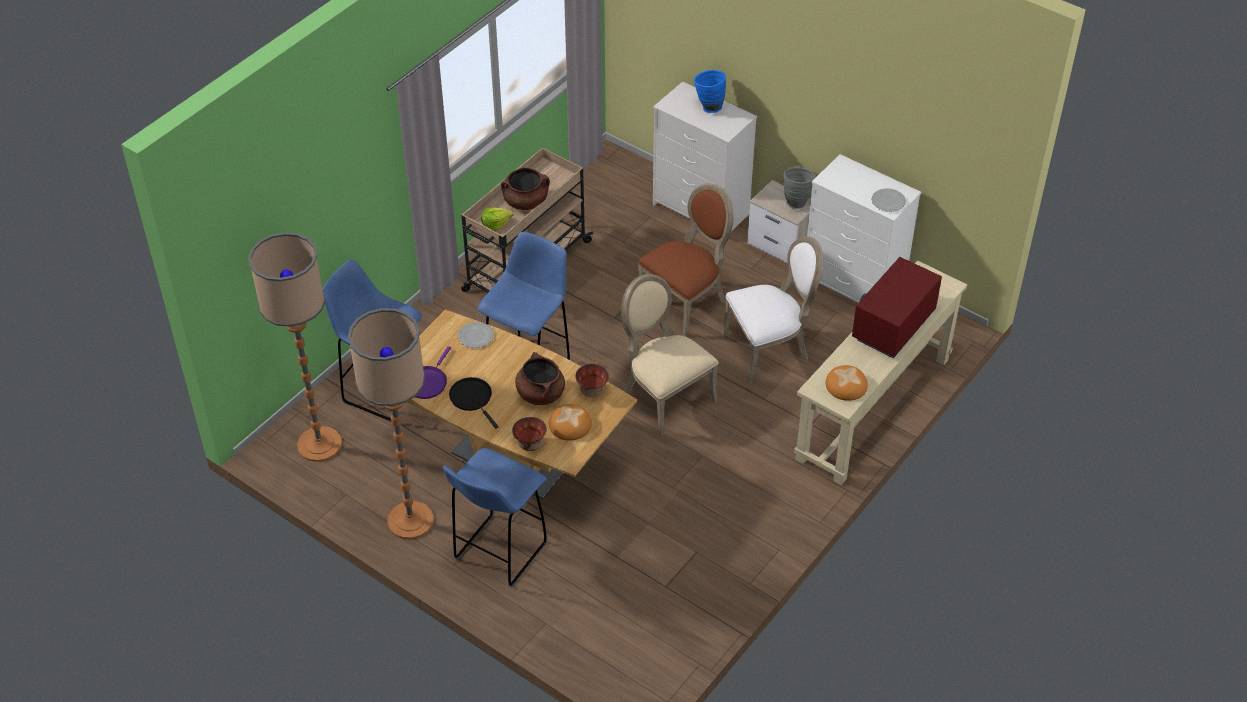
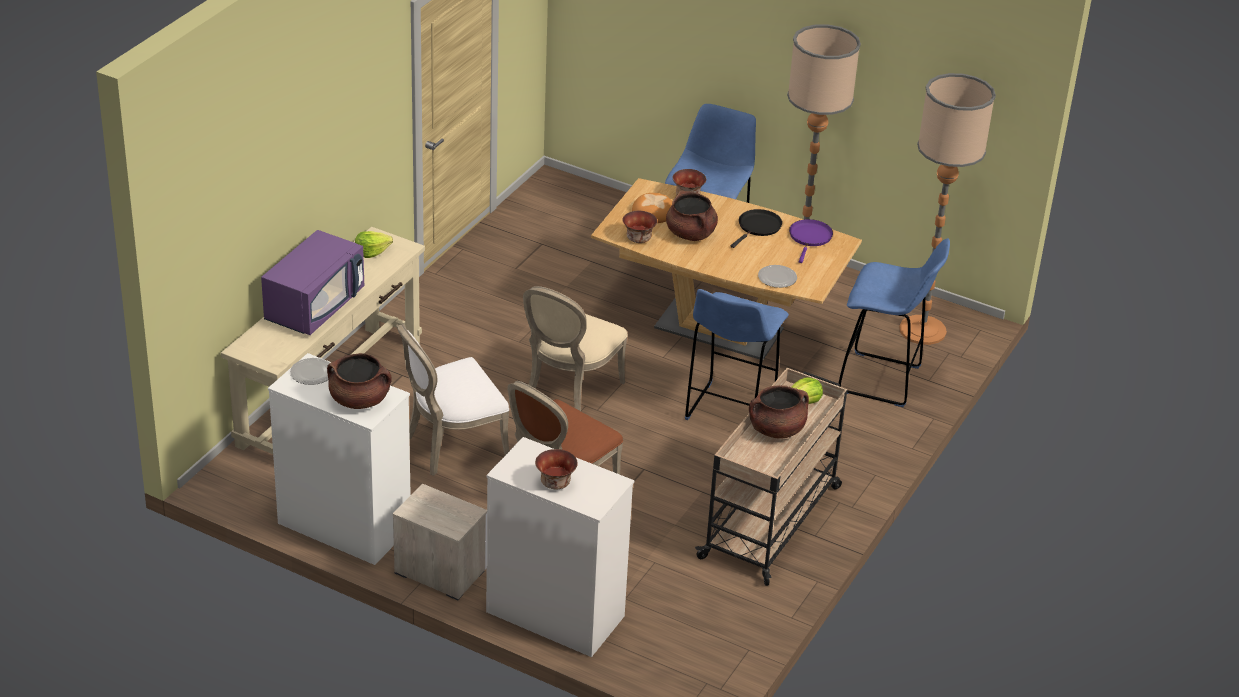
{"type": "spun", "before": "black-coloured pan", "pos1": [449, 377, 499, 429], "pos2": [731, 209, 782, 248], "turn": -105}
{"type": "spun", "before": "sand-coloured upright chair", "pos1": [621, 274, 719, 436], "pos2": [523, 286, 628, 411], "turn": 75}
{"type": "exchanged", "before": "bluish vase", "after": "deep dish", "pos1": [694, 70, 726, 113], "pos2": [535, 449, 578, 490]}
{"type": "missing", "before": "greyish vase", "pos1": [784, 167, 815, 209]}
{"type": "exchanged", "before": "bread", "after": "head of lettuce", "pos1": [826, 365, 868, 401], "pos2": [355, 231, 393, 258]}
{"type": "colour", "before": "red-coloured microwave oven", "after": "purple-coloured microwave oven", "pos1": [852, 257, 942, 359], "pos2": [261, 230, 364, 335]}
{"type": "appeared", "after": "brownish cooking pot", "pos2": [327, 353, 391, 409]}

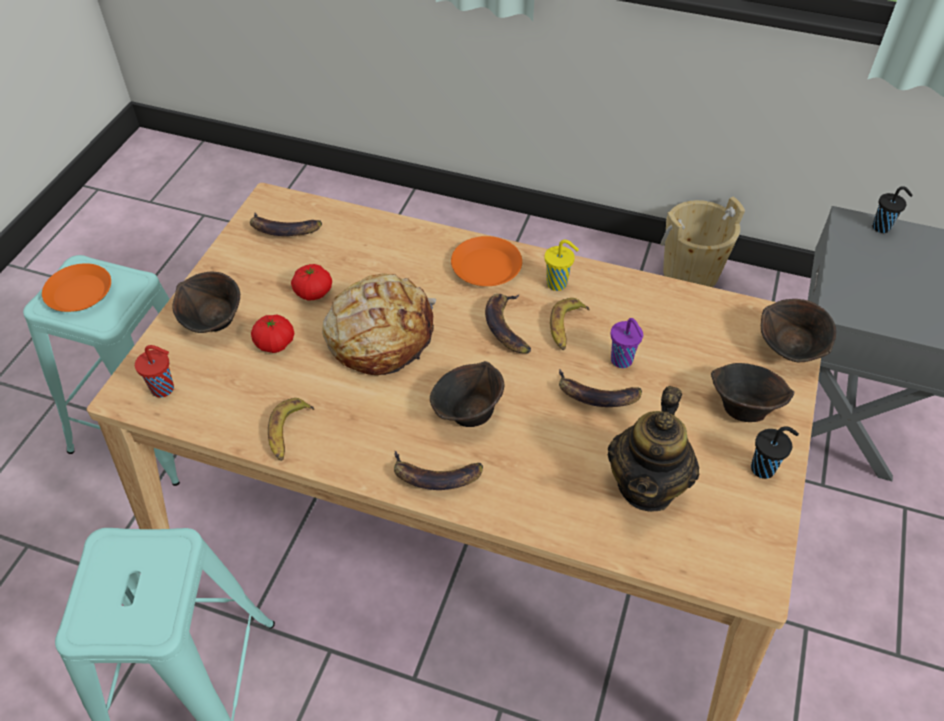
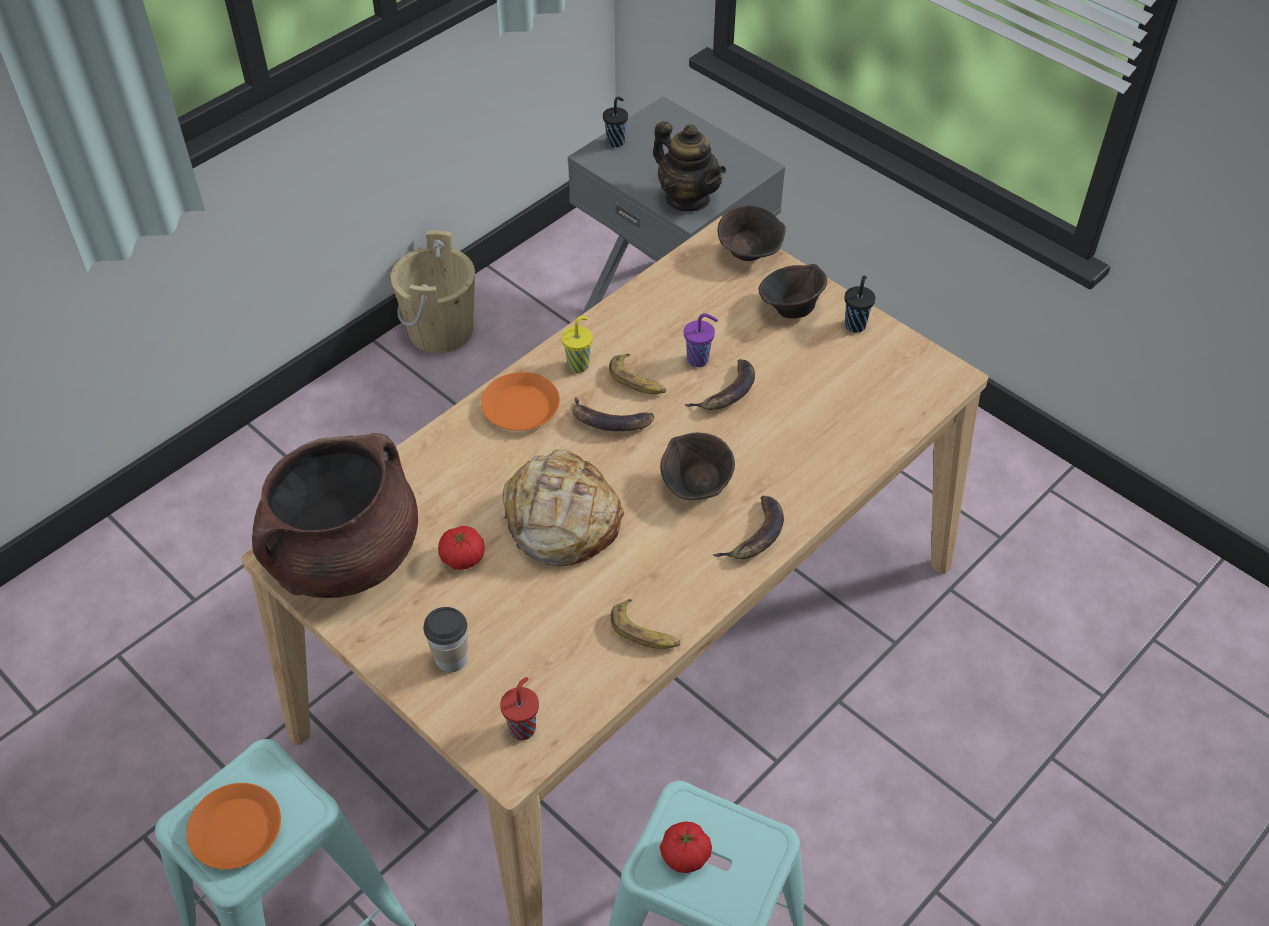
{"type": "exchanged", "before": "brownish deep dish", "after": "drinking cup", "pos1": [172, 272, 240, 333], "pos2": [424, 607, 468, 672]}
{"type": "exchanged", "before": "whole banana", "after": "brownish cooking pot", "pos1": [250, 212, 322, 236], "pos2": [252, 433, 418, 598]}
{"type": "relocated", "before": "fresh tomato", "pos1": [251, 315, 294, 353], "pos2": [660, 821, 712, 873]}
{"type": "relocated", "before": "tea pot", "pos1": [608, 386, 700, 512], "pos2": [653, 121, 726, 212]}

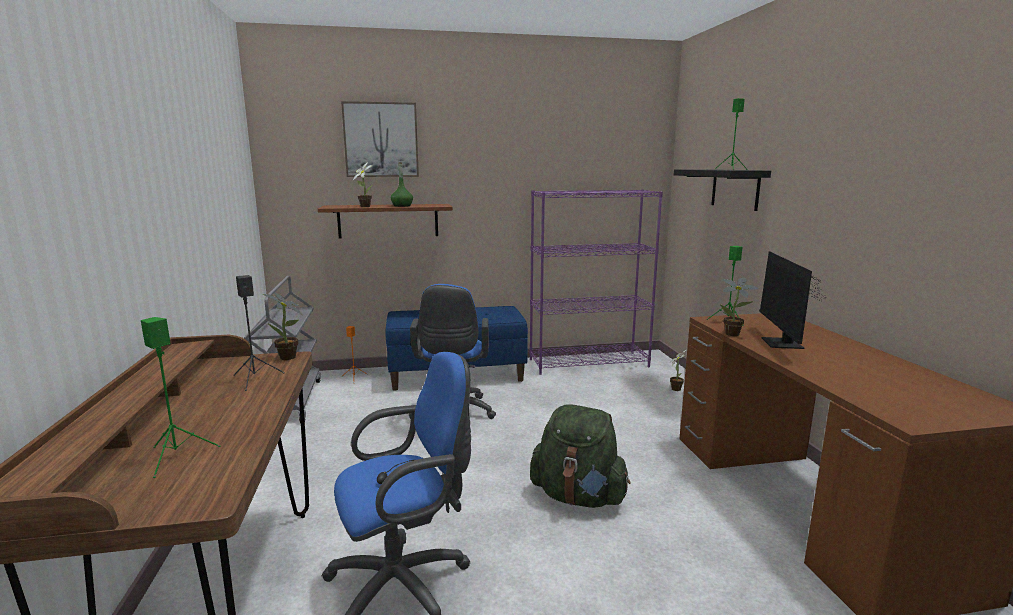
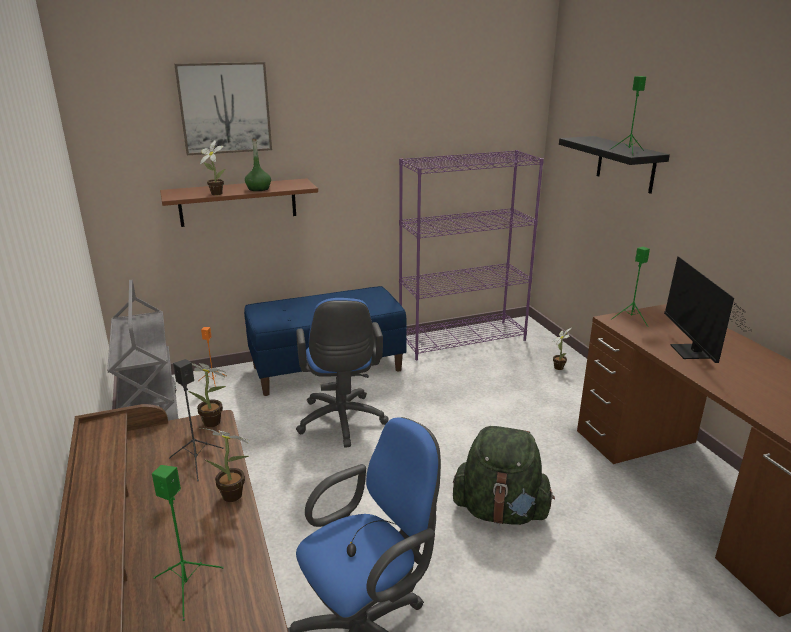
{"type": "relocated", "before": "potted plant", "pos1": [720, 277, 759, 336], "pos2": [201, 428, 249, 502]}

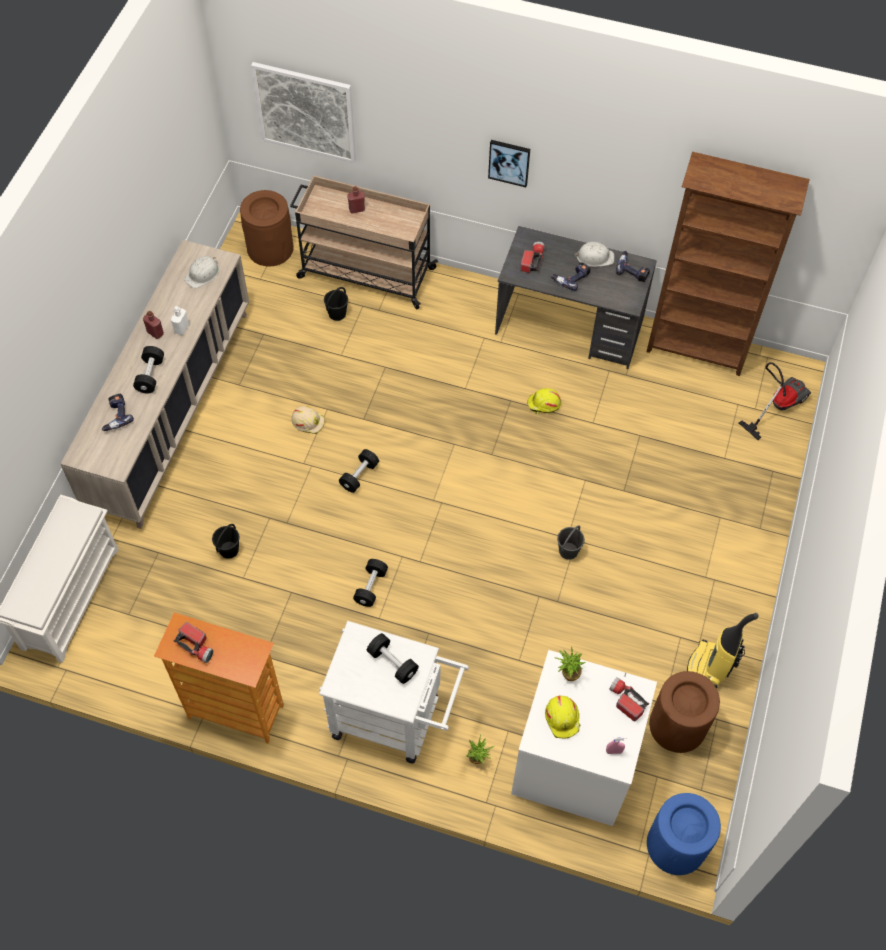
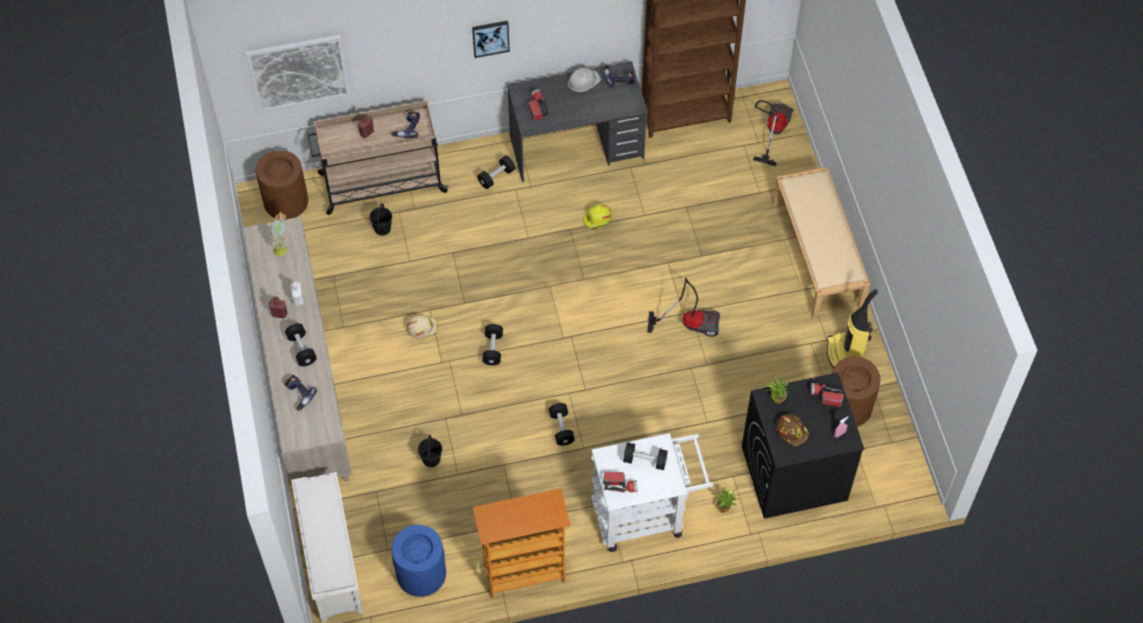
{"type": "relocated", "before": "hand torch", "pos1": [173, 622, 213, 663], "pos2": [603, 471, 638, 492]}
{"type": "exchanged", "before": "white-coloured hard hat", "after": "potted plant", "pos1": [184, 256, 219, 288], "pos2": [269, 212, 287, 256]}
{"type": "colour", "before": "white-coloured laundry machine", "after": "black-coloured laundry machine", "pos1": [511, 650, 657, 826], "pos2": [742, 372, 865, 519]}
{"type": "colour", "before": "yellow hard hat", "after": "brownish hard hat", "pos1": [545, 696, 580, 738], "pos2": [776, 414, 809, 446]}
{"type": "relocated", "before": "electric drill", "pos1": [551, 262, 590, 291], "pos2": [391, 111, 420, 138]}
{"type": "exchanged", "before": "greyish water bucket", "after": "vacuum", "pos1": [557, 525, 585, 560], "pos2": [647, 277, 720, 337]}
{"type": "relocated", "before": "bluish rubbish bin", "pos1": [647, 793, 721, 875], "pos2": [391, 525, 446, 597]}
{"type": "appeared", "after": "black-coloured hand weight", "pos2": [477, 155, 515, 189]}
{"type": "appeared", "after": "sand-coloured indoor bench", "pos2": [772, 167, 870, 319]}

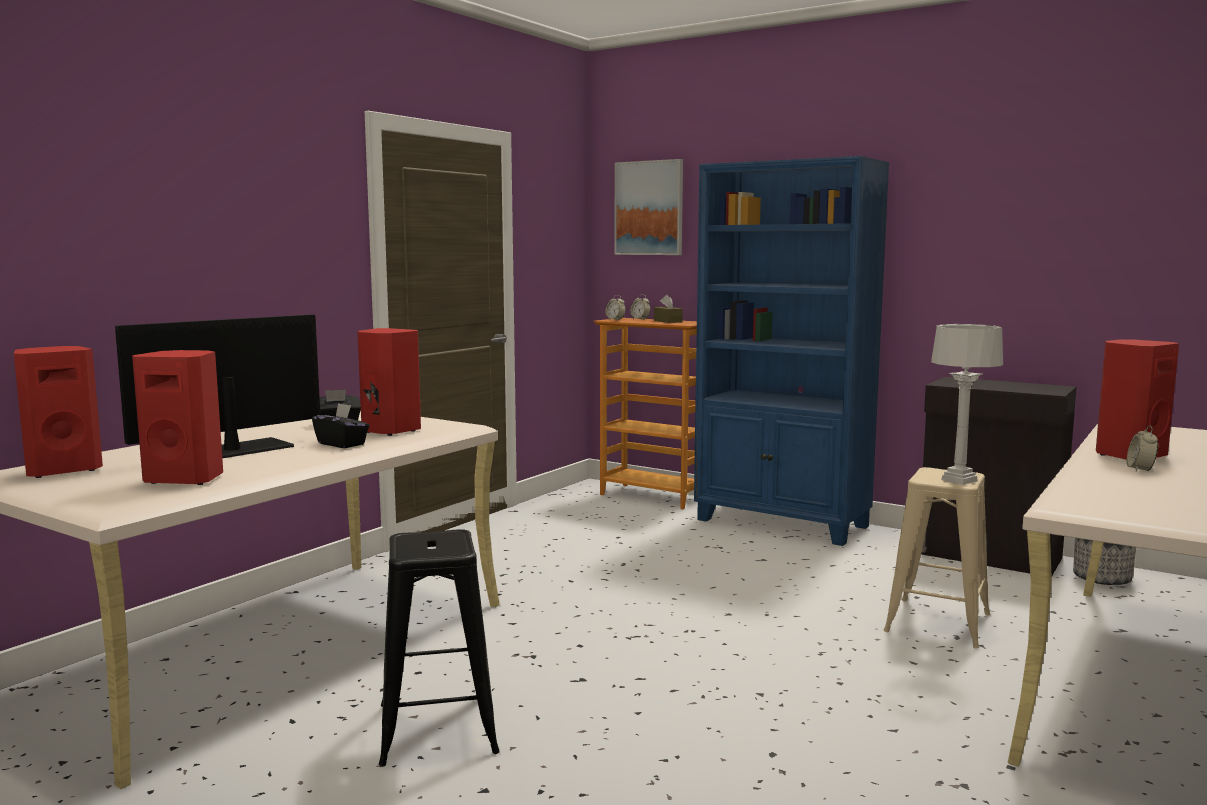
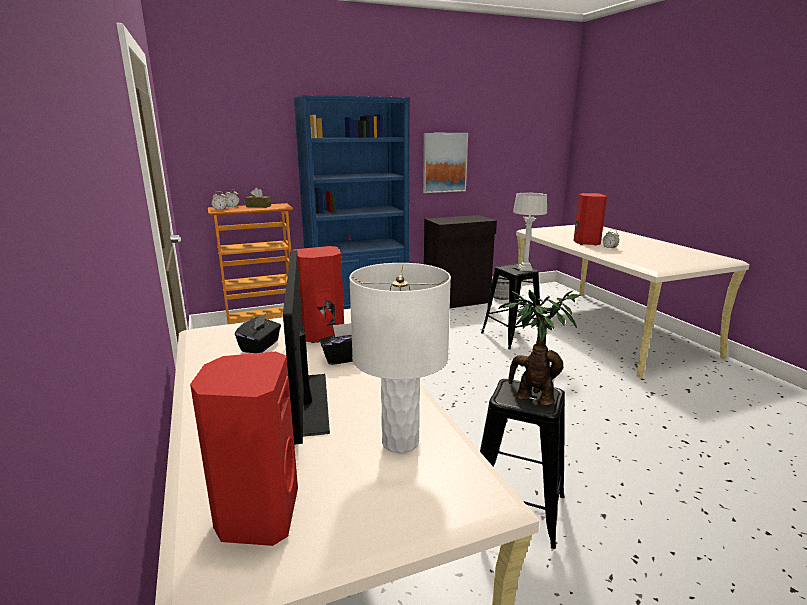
{"type": "exchanged", "before": "red-coloured loudspeaker", "after": "white-coloured tabletop lamp", "pos1": [132, 350, 223, 485], "pos2": [349, 263, 451, 453]}
{"type": "relocated", "before": "picture", "pos1": [614, 159, 683, 255], "pos2": [423, 133, 468, 193]}
{"type": "colour", "before": "sand-coloured sitting stool", "after": "black-coloured sitting stool", "pos1": [884, 467, 990, 649], "pos2": [481, 264, 540, 349]}
{"type": "appeared", "after": "potted plant", "pos2": [498, 290, 580, 406]}

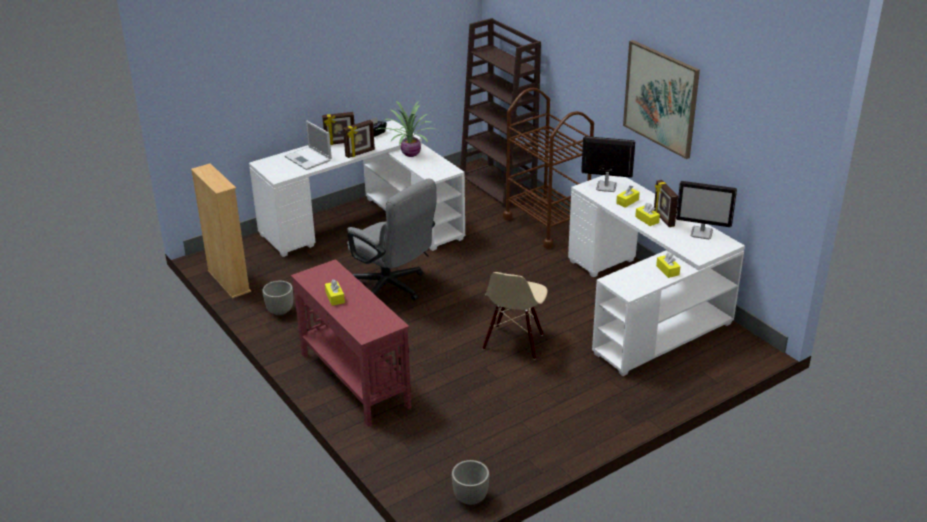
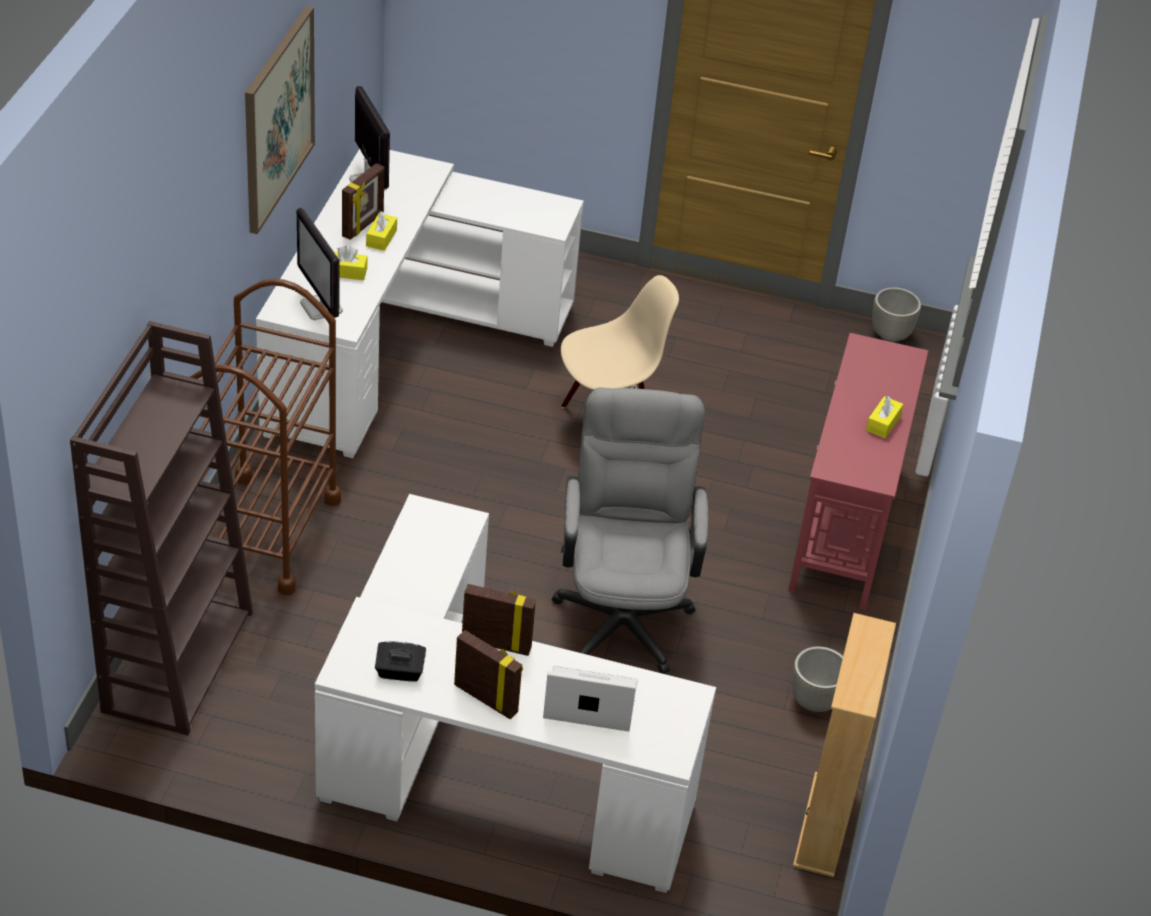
{"type": "spun", "before": "portable computer", "pos1": [285, 121, 332, 170], "pos2": [543, 666, 638, 732], "turn": -90}
{"type": "missing", "before": "potted plant", "pos1": [376, 101, 435, 157]}
{"type": "missing", "before": "yellow tissue box", "pos1": [656, 252, 680, 278]}

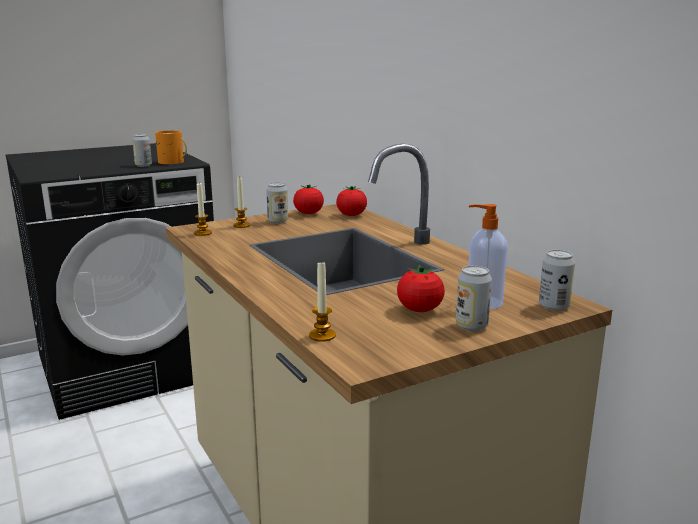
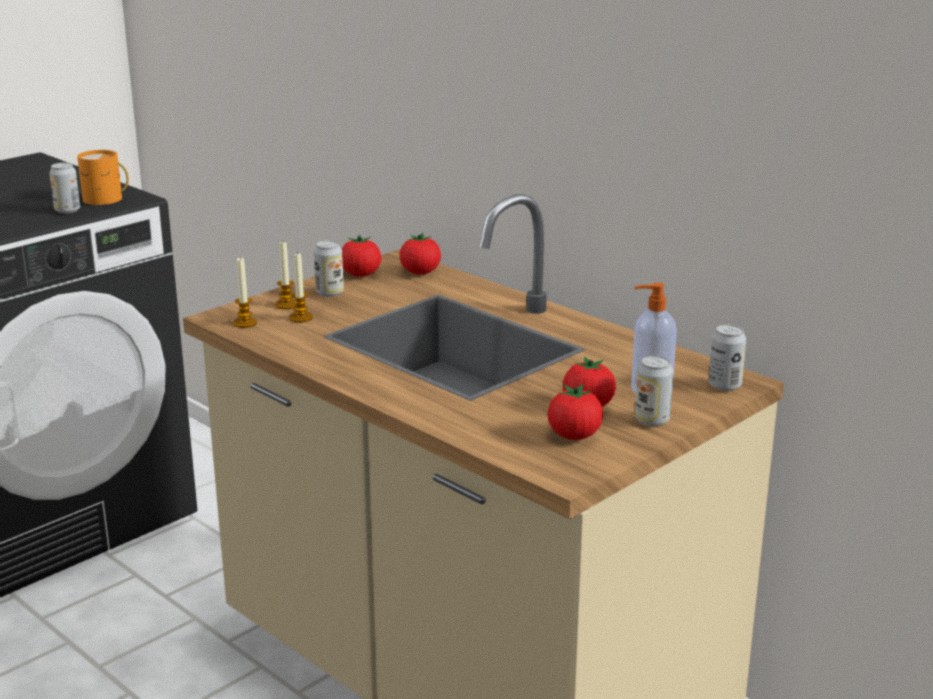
{"type": "relocated", "before": "candle", "pos1": [309, 260, 336, 342], "pos2": [289, 251, 313, 322]}
{"type": "appeared", "after": "fresh tomato", "pos2": [547, 384, 603, 440]}

